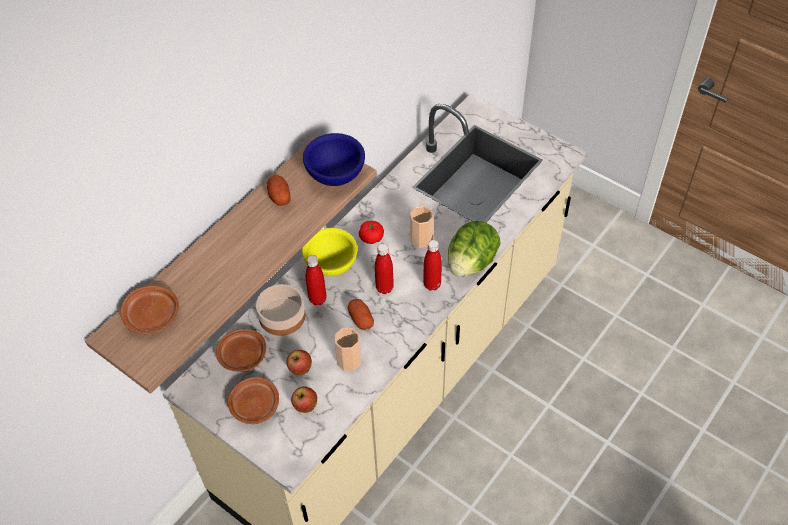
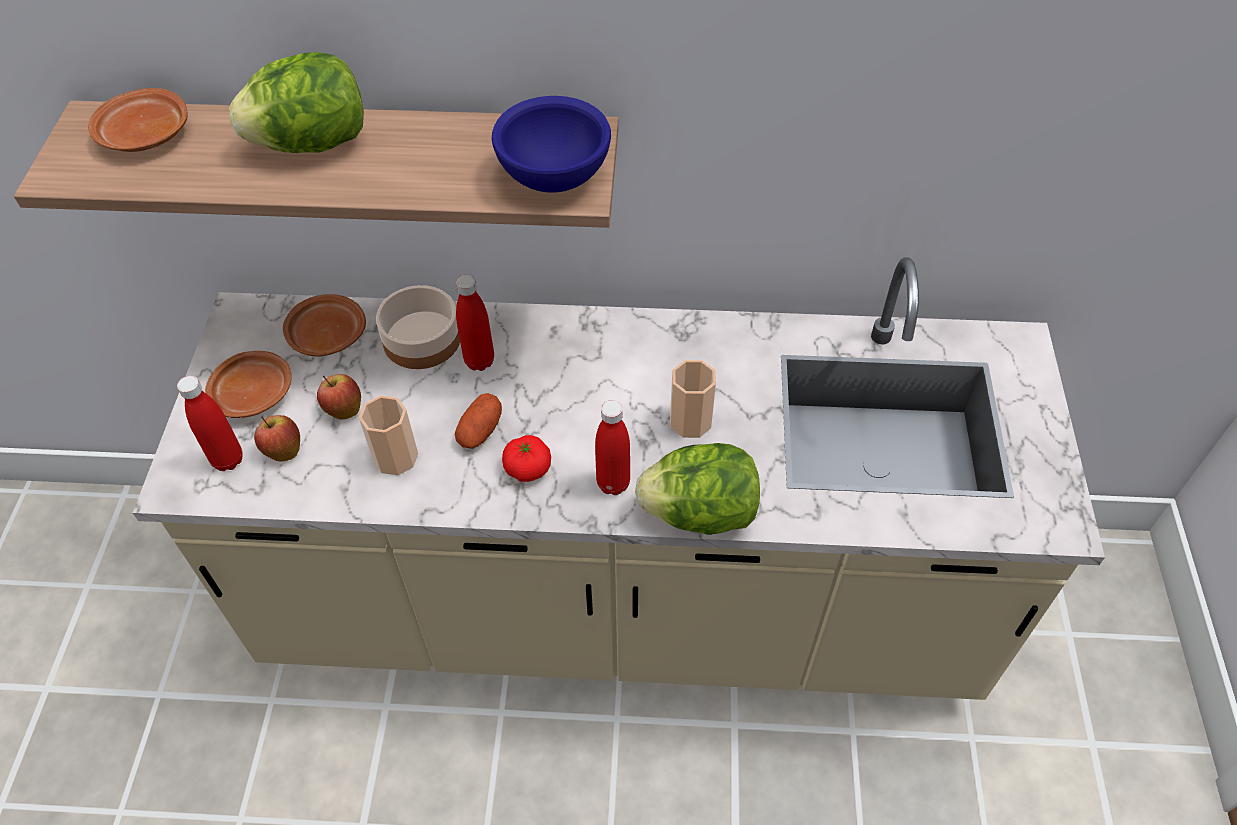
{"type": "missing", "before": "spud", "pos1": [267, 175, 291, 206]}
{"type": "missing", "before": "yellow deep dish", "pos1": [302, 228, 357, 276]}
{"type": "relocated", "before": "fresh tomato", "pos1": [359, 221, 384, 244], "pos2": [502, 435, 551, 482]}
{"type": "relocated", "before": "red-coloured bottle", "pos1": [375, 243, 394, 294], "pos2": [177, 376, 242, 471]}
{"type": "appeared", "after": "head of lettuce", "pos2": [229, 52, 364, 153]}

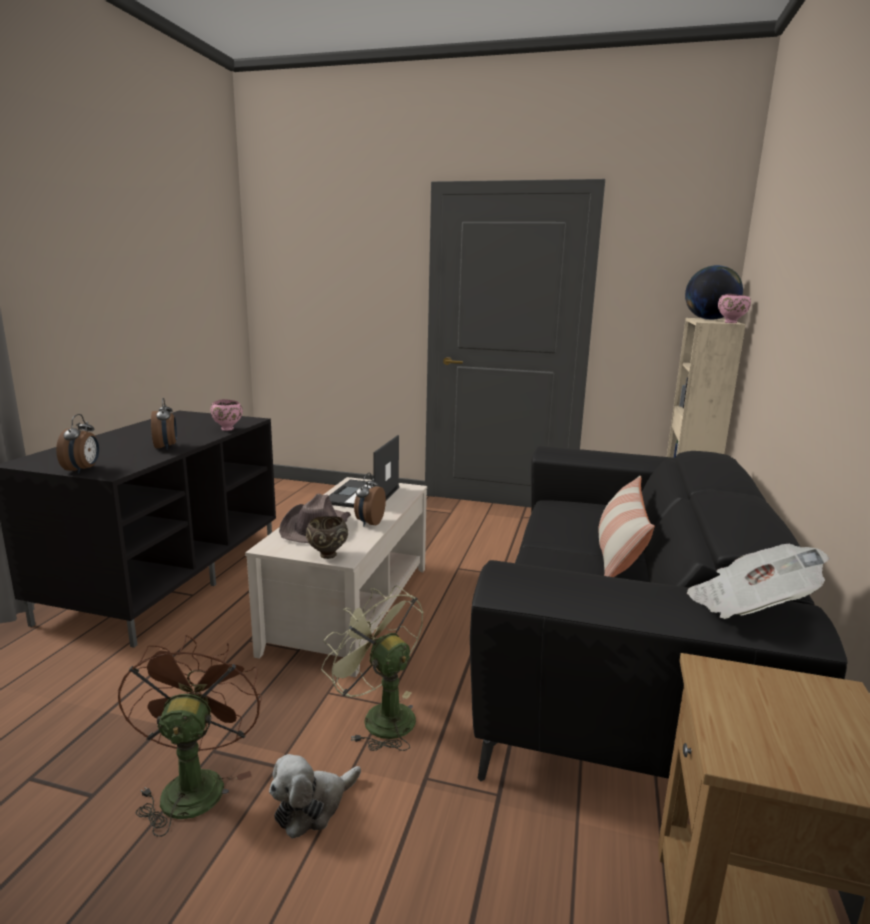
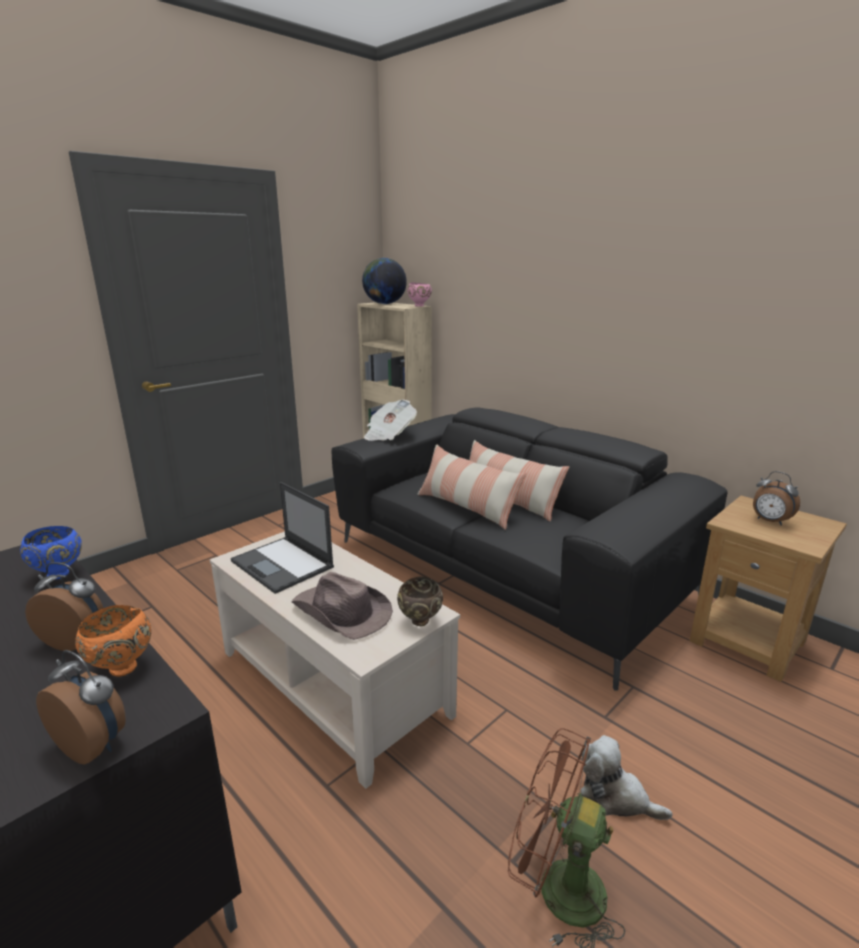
{"type": "colour", "before": "pink deep dish", "after": "bluish deep dish", "pos1": [211, 399, 243, 431], "pos2": [20, 526, 82, 580]}
{"type": "spun", "before": "plush toy", "pos1": [269, 754, 361, 839], "pos2": [581, 735, 672, 820], "turn": 135}
{"type": "missing", "before": "greenish cooling fan", "pos1": [321, 586, 424, 751]}
{"type": "relocated", "before": "table clock", "pos1": [354, 473, 386, 527], "pos2": [753, 471, 801, 526]}
{"type": "relocated", "before": "daily paper", "pos1": [687, 544, 830, 619], "pos2": [364, 399, 417, 441]}
{"type": "appeared", "after": "orange-coloured deep dish", "pos2": [75, 605, 151, 677]}
{"type": "appeared", "after": "throw pillow", "pos2": [417, 444, 526, 530]}

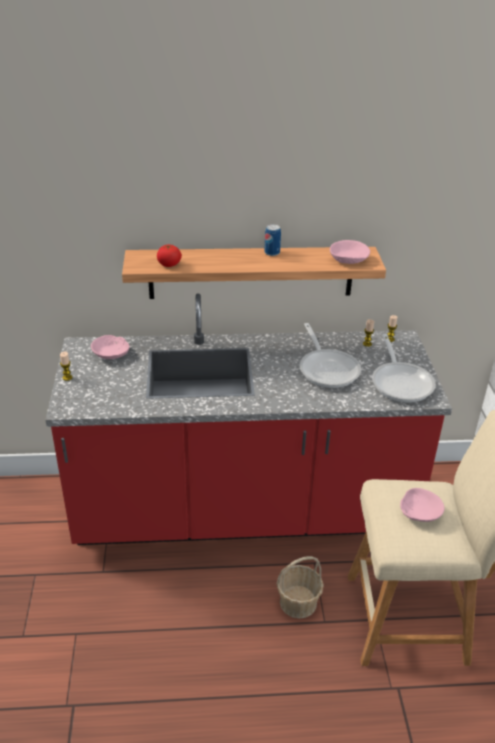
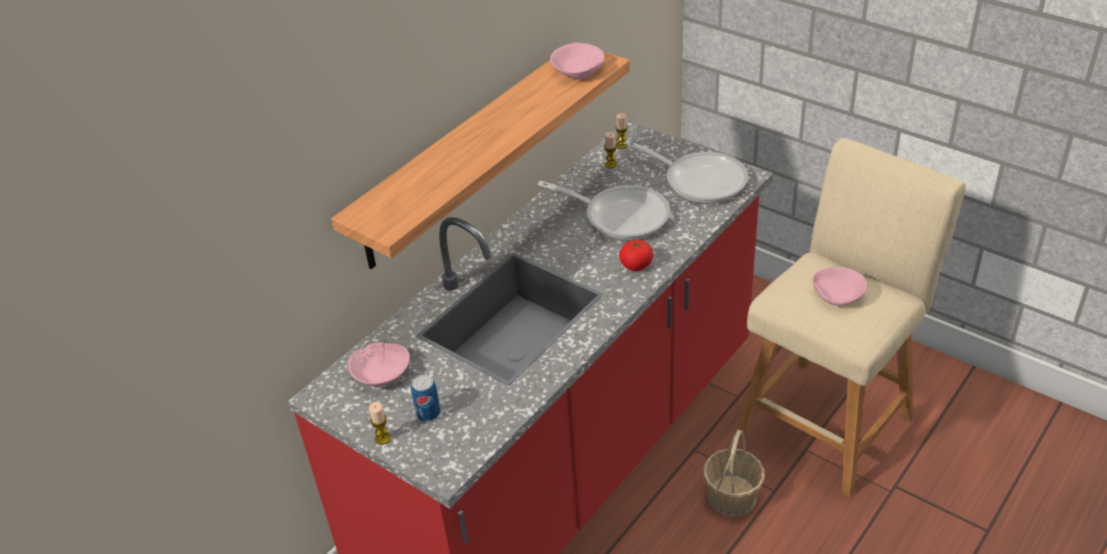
{"type": "relocated", "before": "fresh tomato", "pos1": [157, 244, 182, 267], "pos2": [619, 240, 653, 271]}
{"type": "relocated", "before": "can", "pos1": [264, 224, 281, 256], "pos2": [411, 375, 441, 421]}

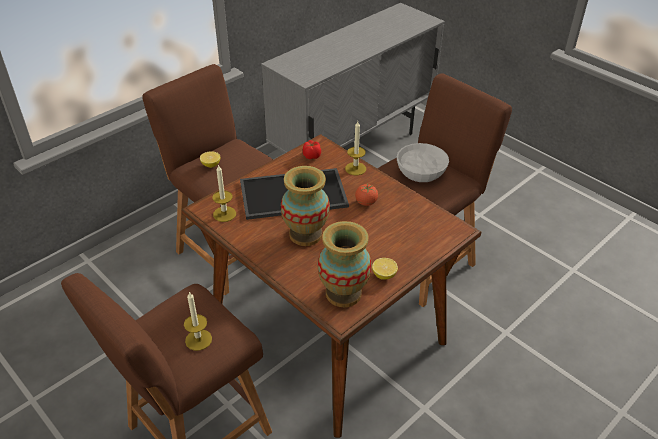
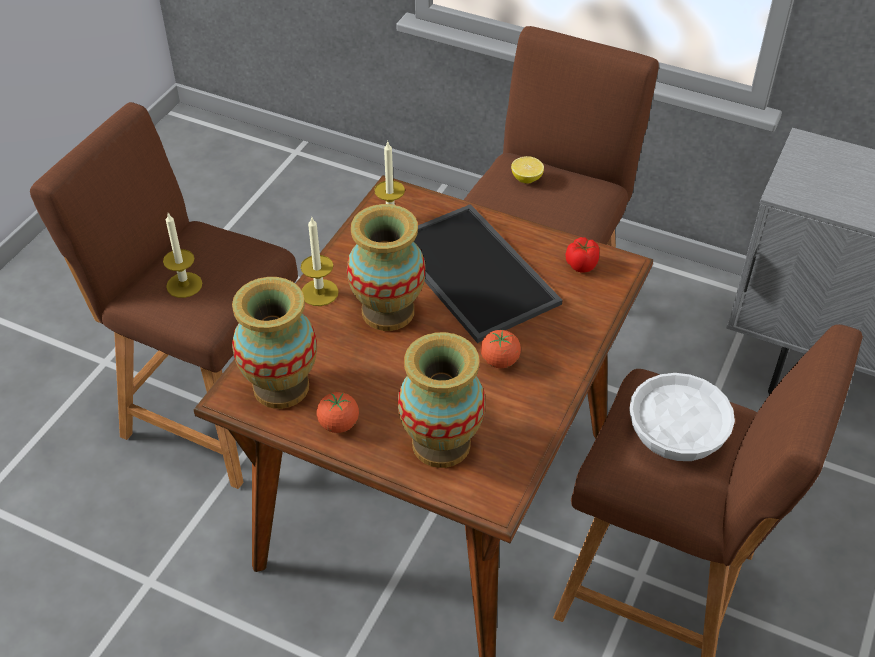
{"type": "relocated", "before": "candle", "pos1": [345, 121, 366, 175], "pos2": [301, 217, 339, 306]}
{"type": "exchanged", "before": "whole lemon", "after": "fresh tomato", "pos1": [372, 258, 398, 279], "pos2": [317, 392, 359, 433]}
{"type": "appeared", "after": "vase", "pos2": [398, 332, 486, 468]}

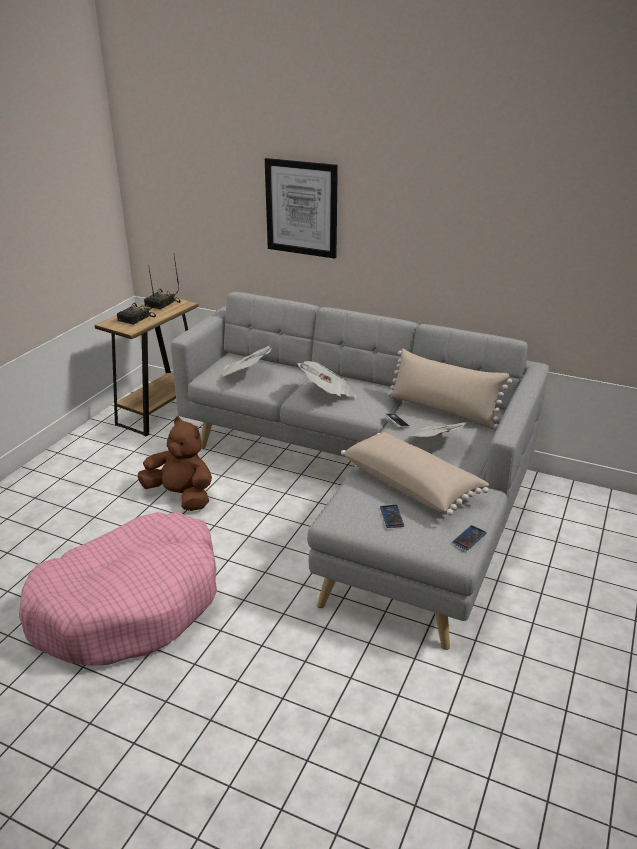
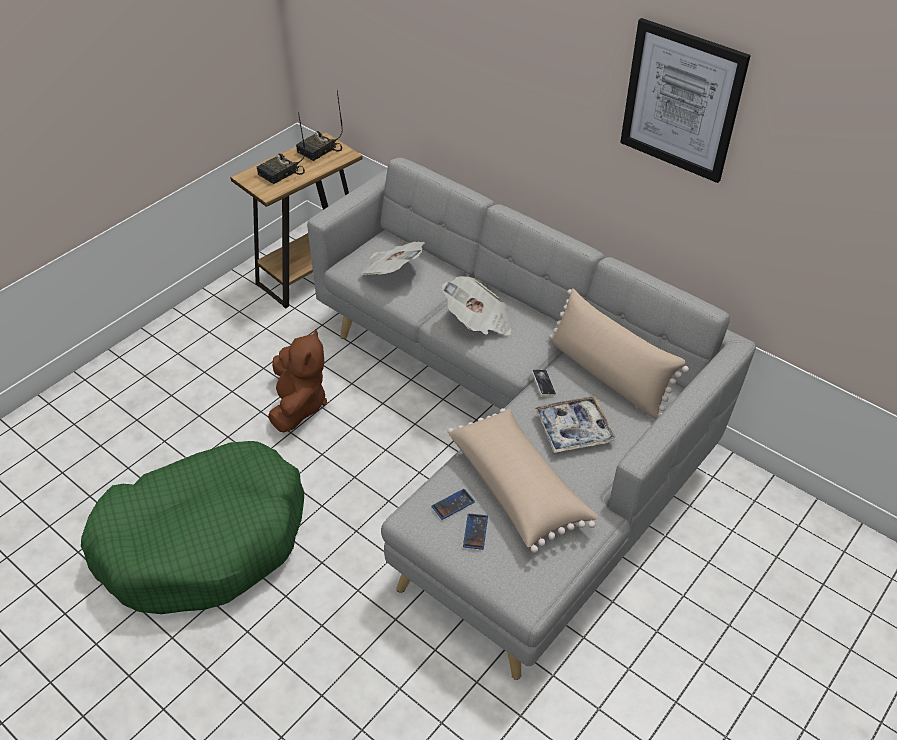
{"type": "colour", "before": "pink dog bed", "after": "greenish dog bed", "pos1": [19, 512, 217, 666], "pos2": [81, 441, 304, 614]}
{"type": "spun", "before": "brownish plush toy", "pos1": [138, 417, 212, 511], "pos2": [268, 329, 327, 432], "turn": 45}
{"type": "relocated", "before": "picture", "pos1": [265, 158, 338, 258], "pos2": [620, 18, 751, 183]}
{"type": "exchanged", "before": "daily paper", "after": "tray", "pos1": [405, 422, 470, 437], "pos2": [535, 396, 616, 453]}
{"type": "relocated", "before": "telephone", "pos1": [452, 525, 487, 550], "pos2": [431, 489, 475, 520]}

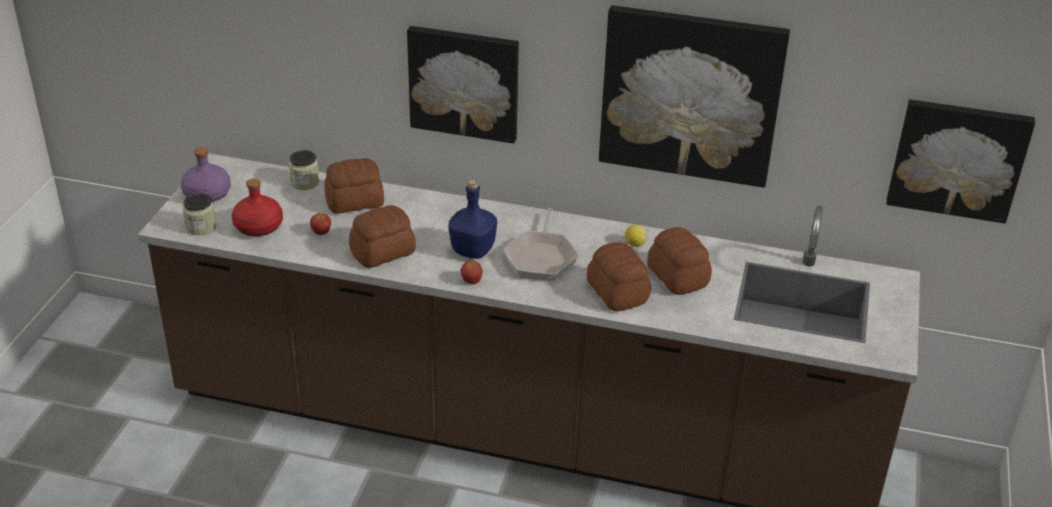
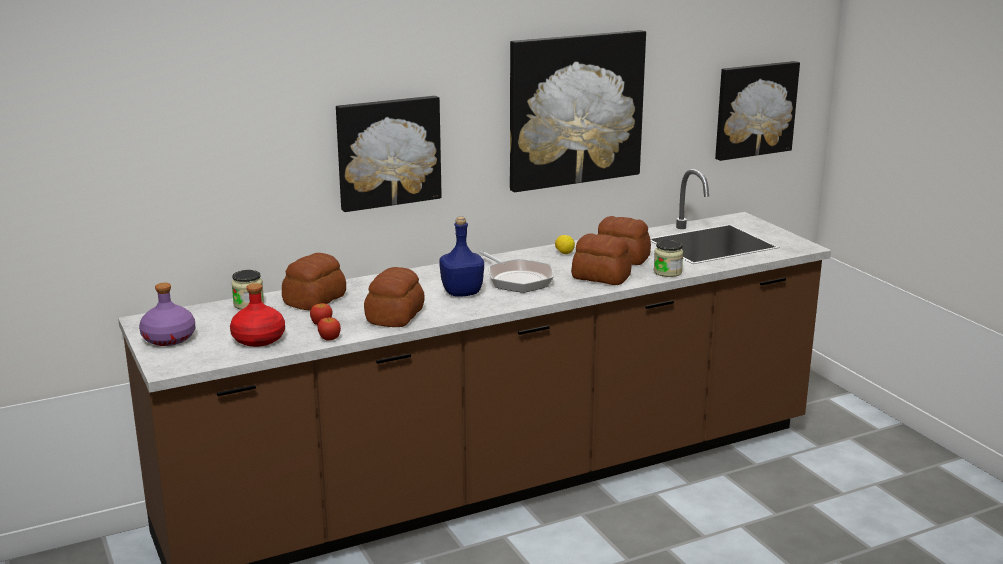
{"type": "relocated", "before": "preserve jar", "pos1": [183, 193, 217, 235], "pos2": [654, 240, 683, 277]}
{"type": "relocated", "before": "apple fruit", "pos1": [460, 261, 483, 284], "pos2": [318, 317, 341, 340]}

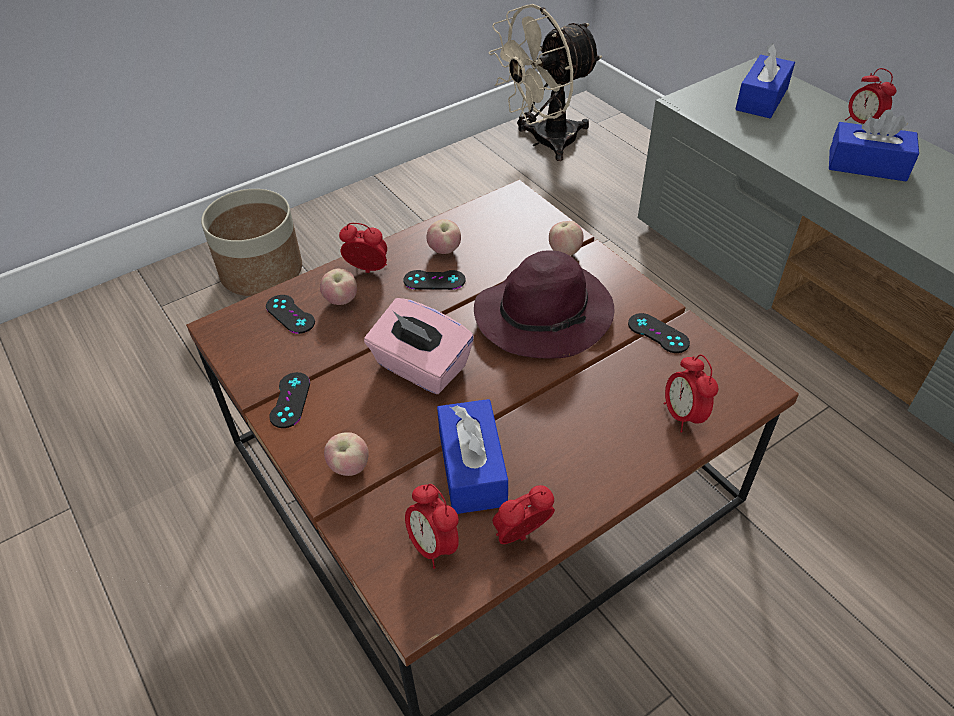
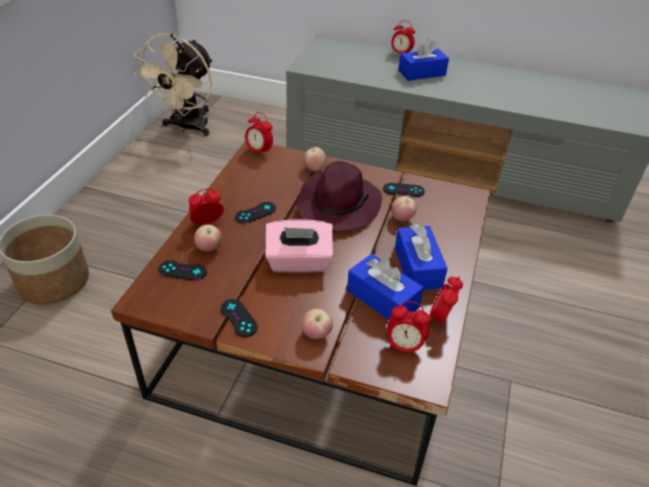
{"type": "relocated", "before": "apple fruit", "pos1": [427, 219, 461, 254], "pos2": [391, 196, 417, 221]}
{"type": "relocated", "before": "table clock", "pos1": [663, 354, 718, 432], "pos2": [245, 112, 273, 158]}
{"type": "relocated", "before": "bluish tissue box", "pos1": [735, 43, 795, 118], "pos2": [395, 224, 448, 290]}

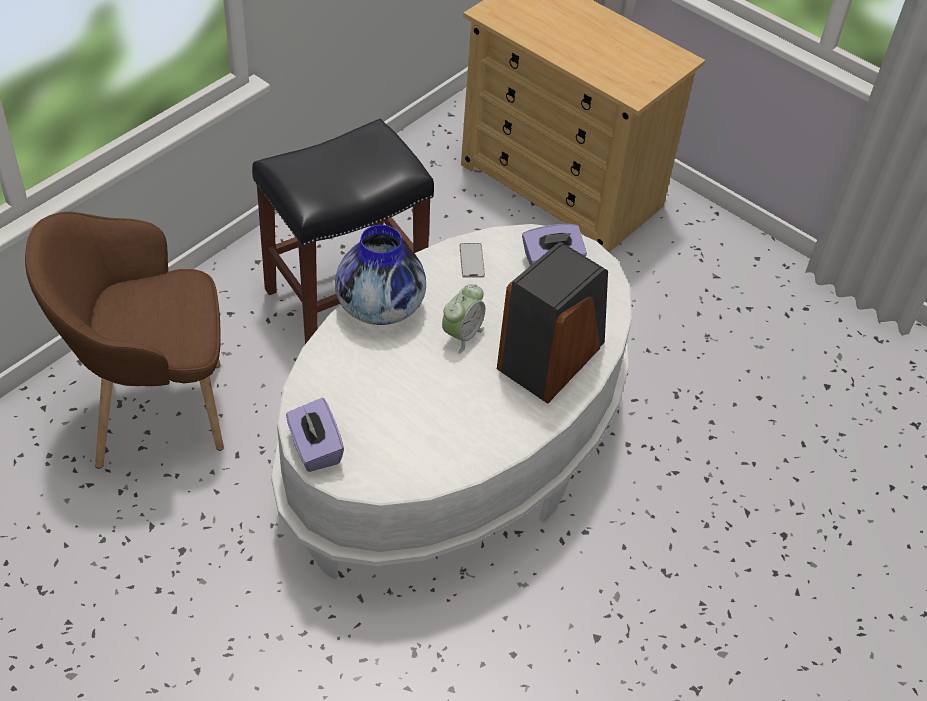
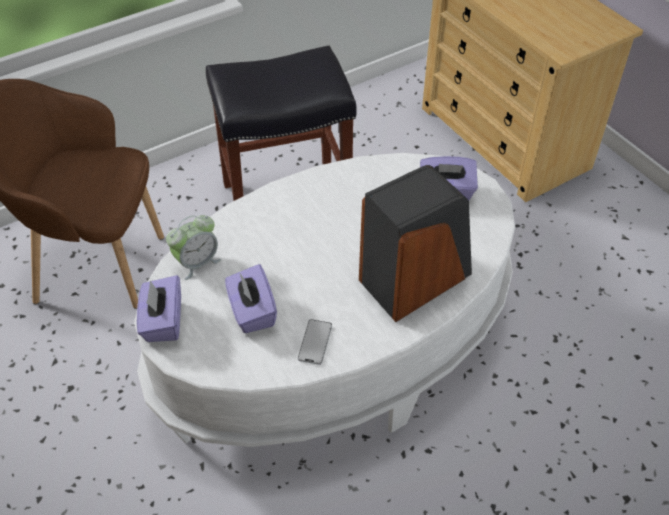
{"type": "missing", "before": "vase", "pos1": [335, 225, 426, 325]}
{"type": "relocated", "before": "table clock", "pos1": [442, 284, 485, 354], "pos2": [166, 215, 221, 280]}
{"type": "relocated", "before": "telephone", "pos1": [460, 243, 485, 278], "pos2": [298, 319, 332, 365]}
{"type": "appeared", "after": "purple-coloured tissue box", "pos2": [225, 264, 277, 333]}

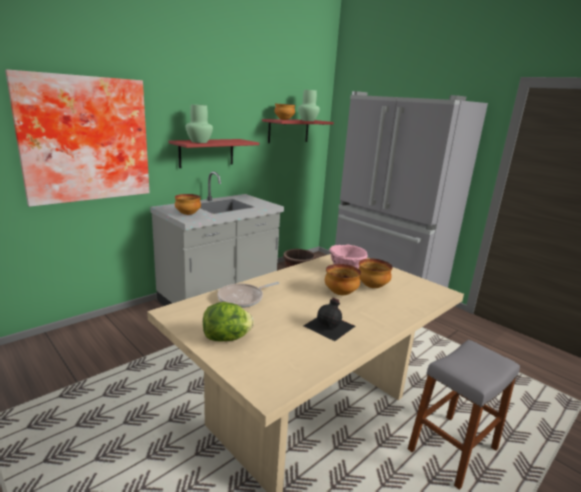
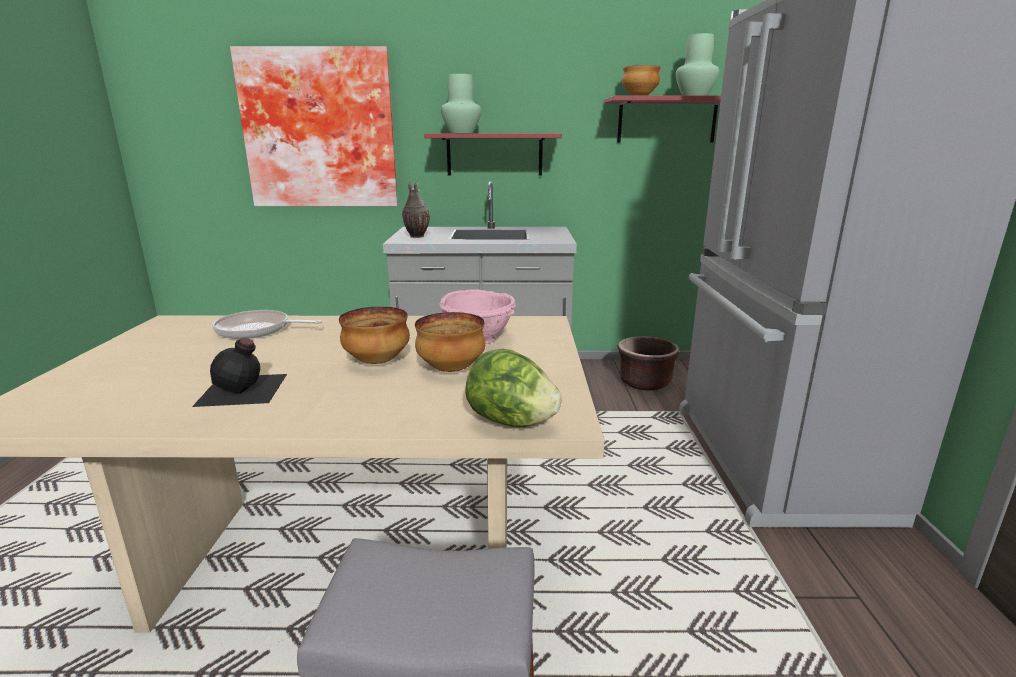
{"type": "exchanged", "before": "deep dish", "after": "vase", "pos1": [175, 194, 201, 215], "pos2": [402, 182, 430, 238]}
{"type": "relocated", "before": "head of lettuce", "pos1": [203, 302, 254, 342], "pos2": [465, 349, 562, 428]}

